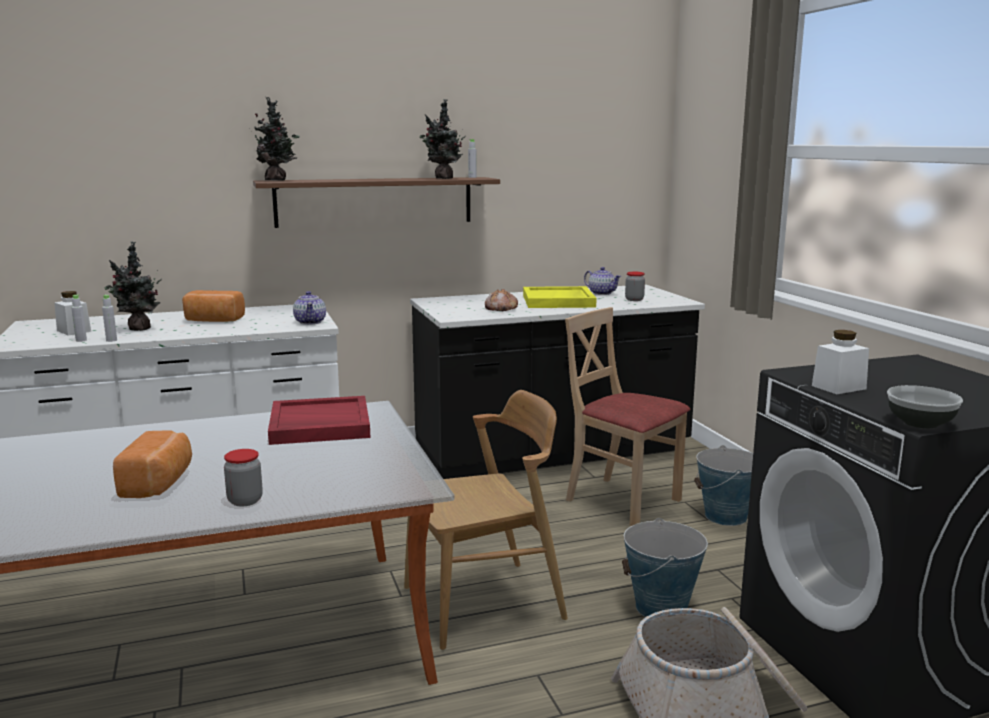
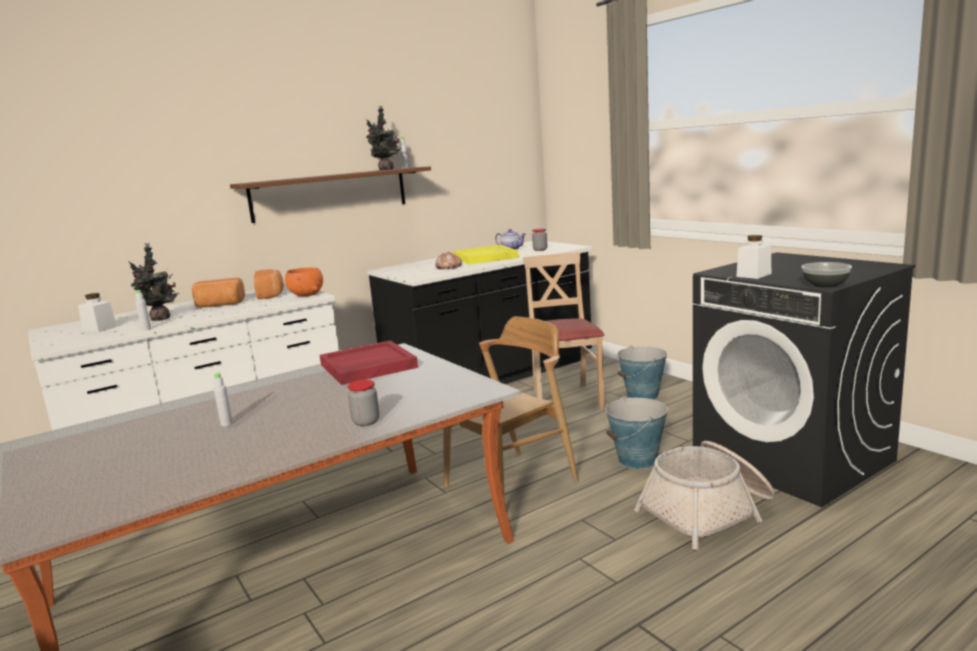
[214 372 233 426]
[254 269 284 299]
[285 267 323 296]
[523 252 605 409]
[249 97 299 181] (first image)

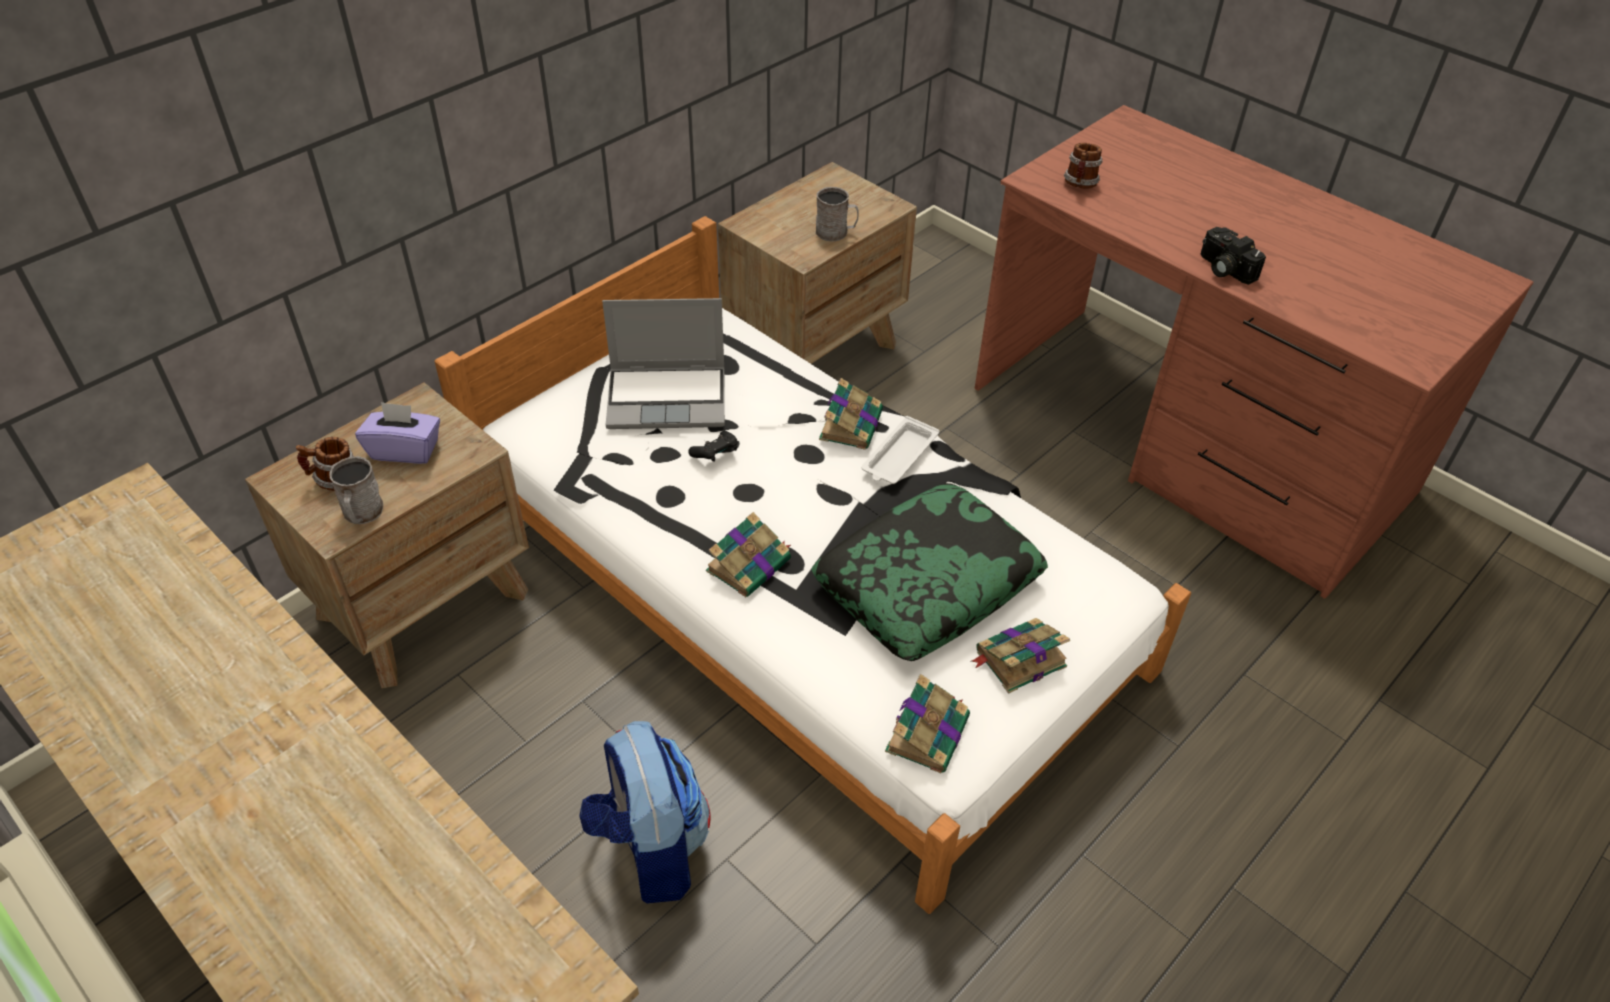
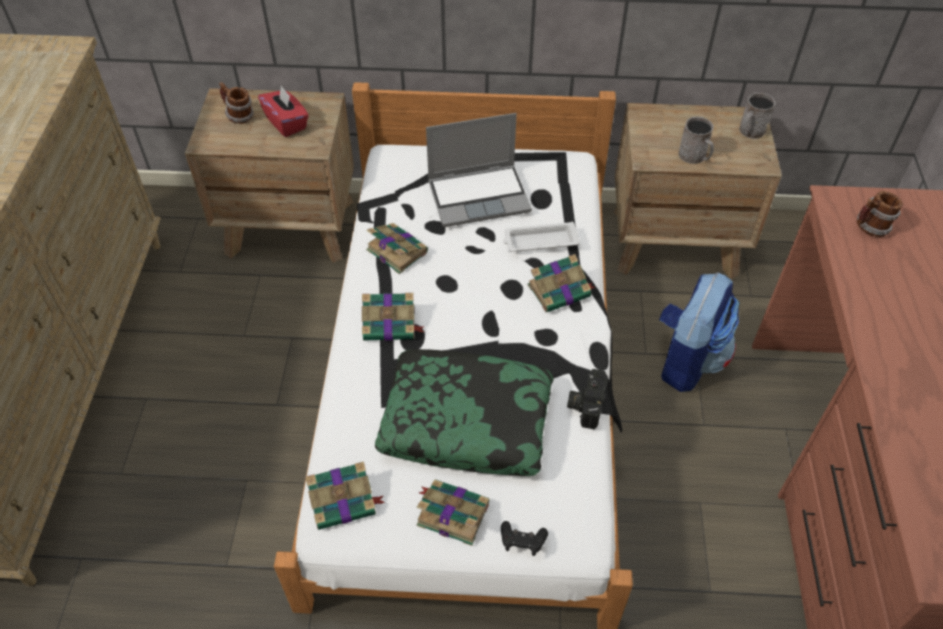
[258 85 309 137]
[366 223 428 274]
[426 113 532 227]
[501 521 548 556]
[503 222 580 252]
[567 369 608 430]
[659 272 739 392]
[739 93 776 139]

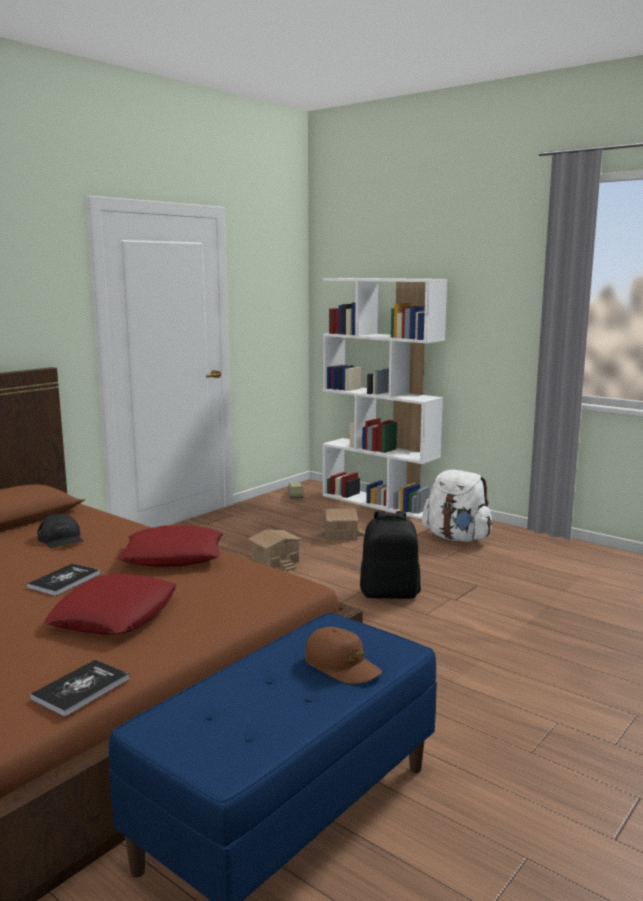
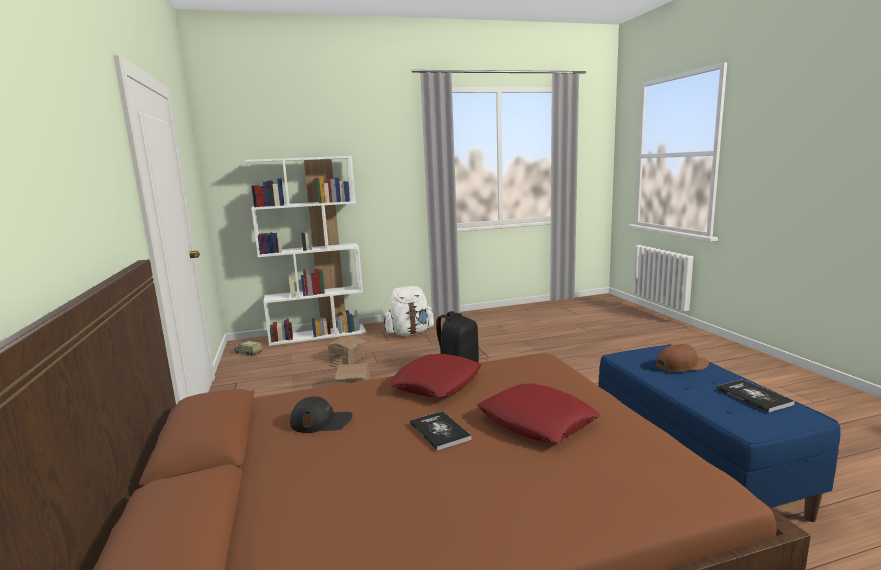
[717 379 795 413]

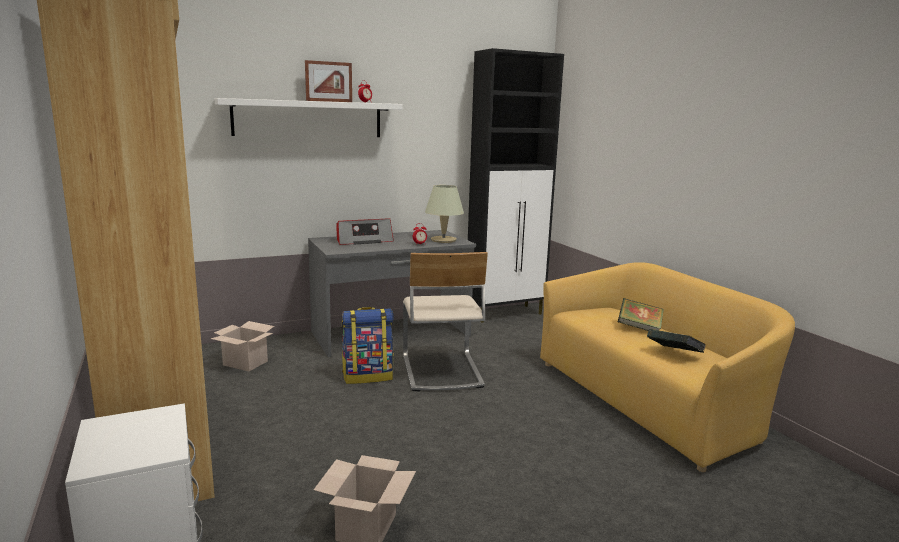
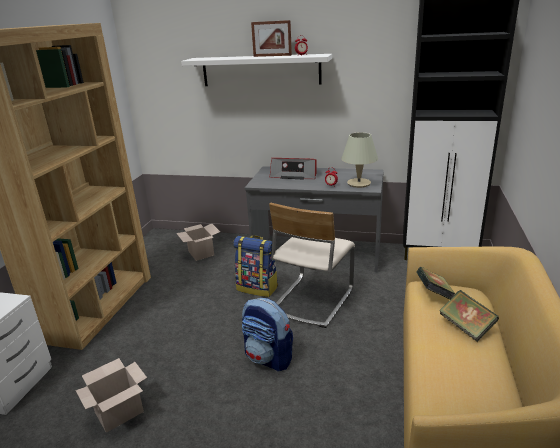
[242 298 293 371]
[416 267 455 299]

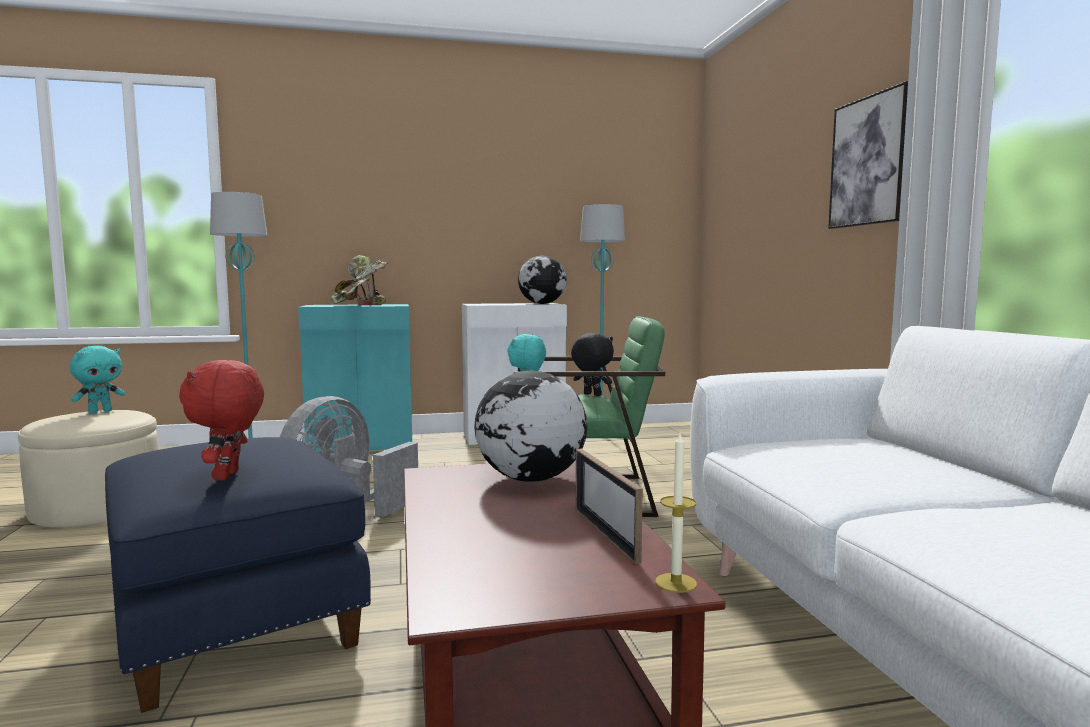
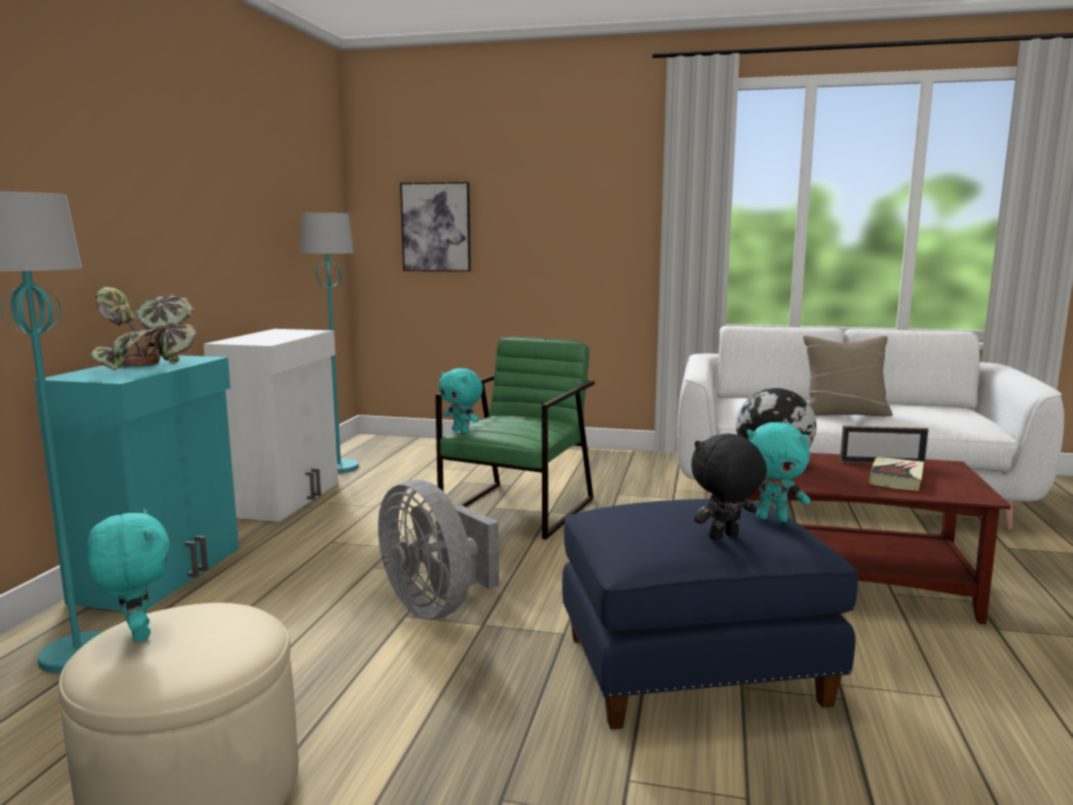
[400 182 471 272]
[691 433 767 541]
[746 422 810 522]
[803 336 893 416]
[869 457 924 491]
[518 256 567 304] (first image)
[655 433 697 593] (first image)

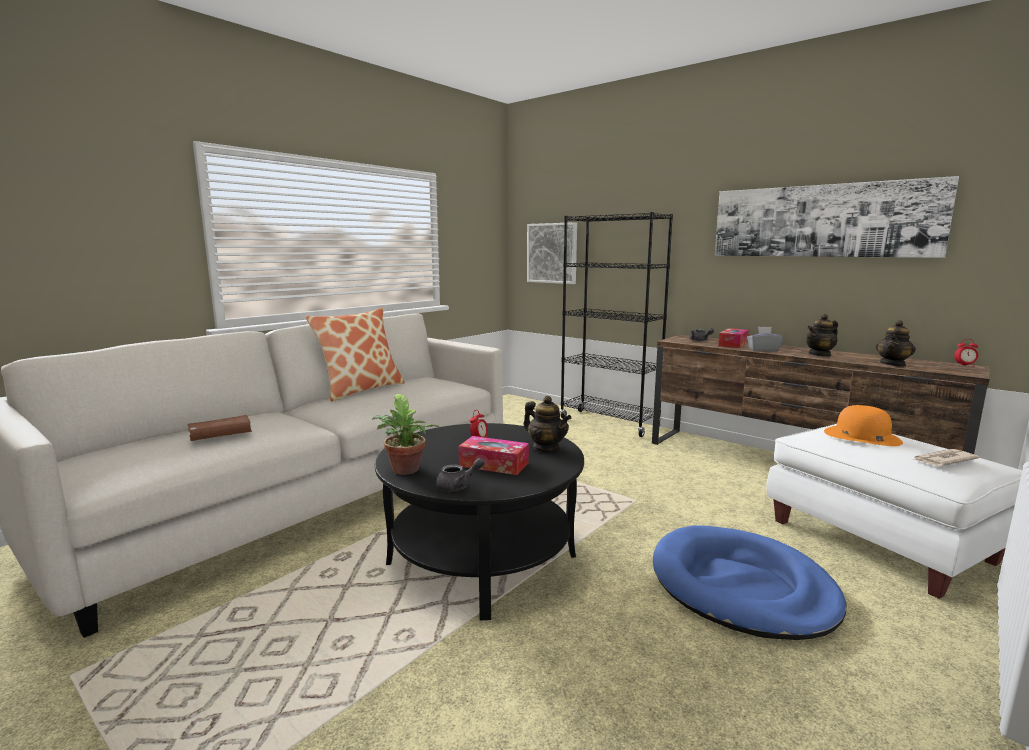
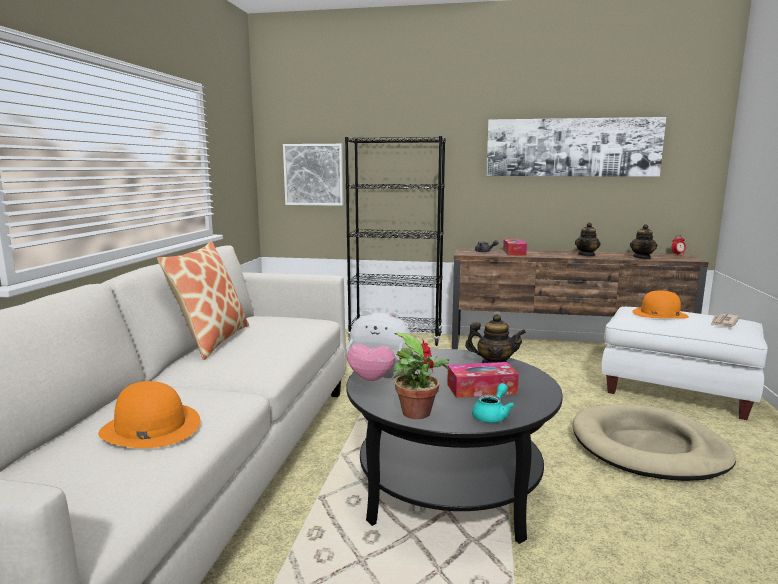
[98 381 200 448]
[346 310 412 381]
[472 383 515 423]
[573 404 736 481]
[747 327 784 352] (first image)

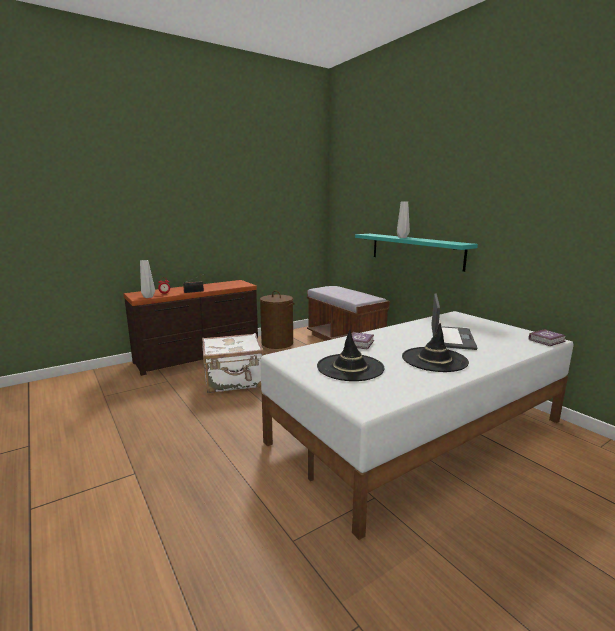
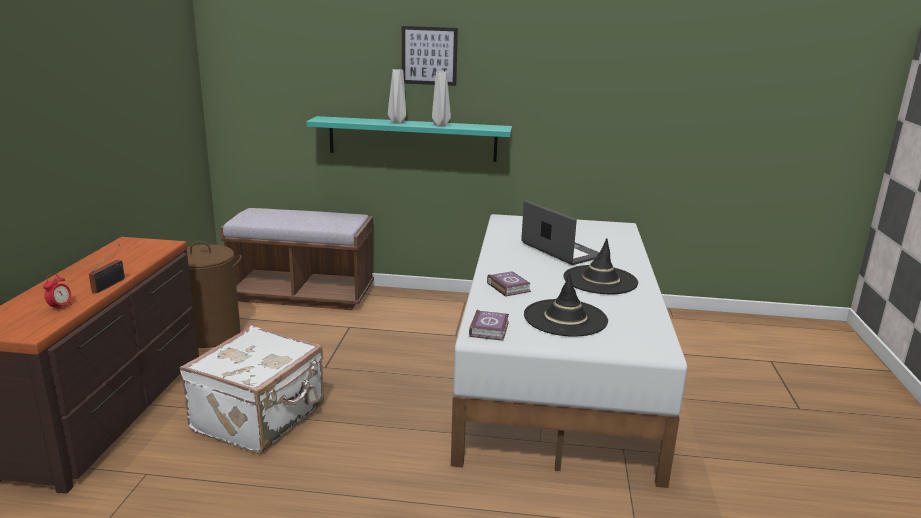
[402 26 458 86]
[432 71 451 127]
[469 310 509 341]

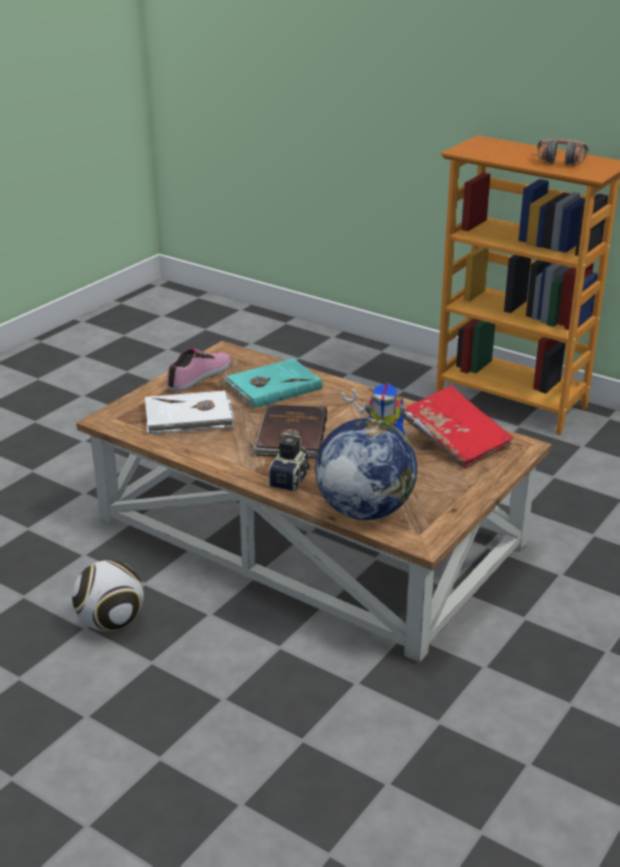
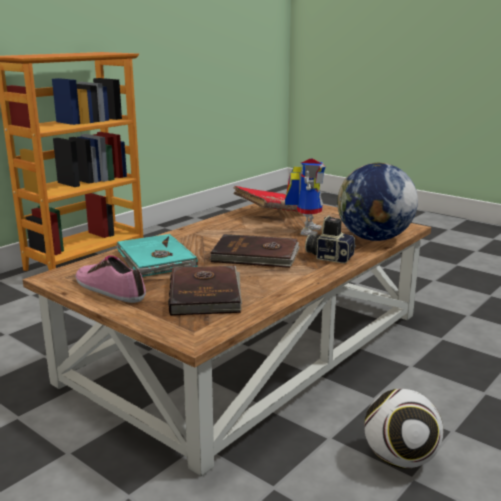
[168 266 242 316]
[537 139 589 166] (first image)

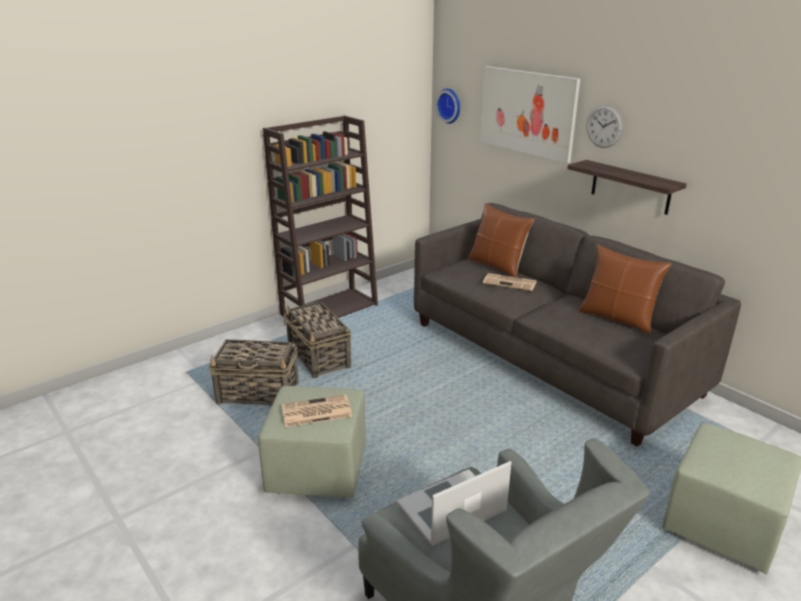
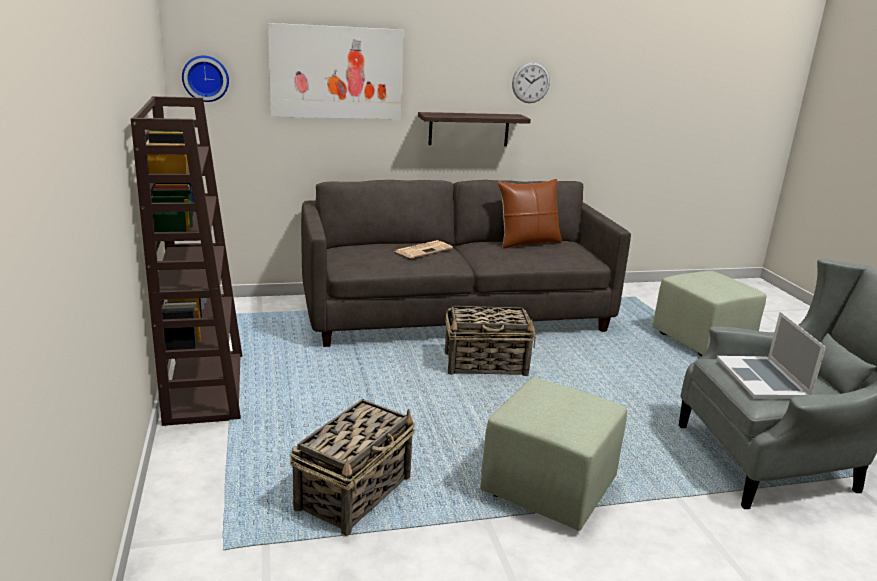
[445 306 536 376]
[512 62 550 103]
[282 394 352 427] (first image)
[468 203 534 277] (first image)

